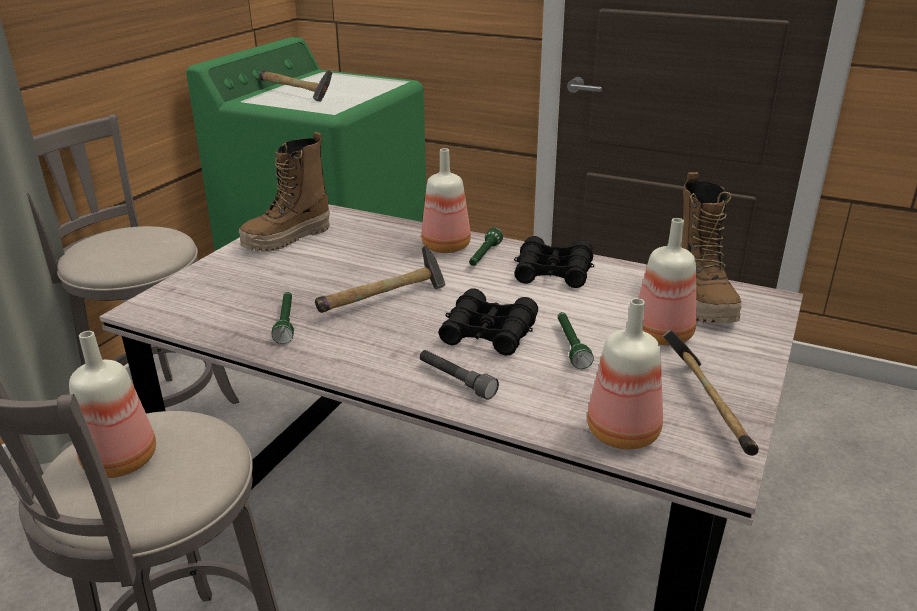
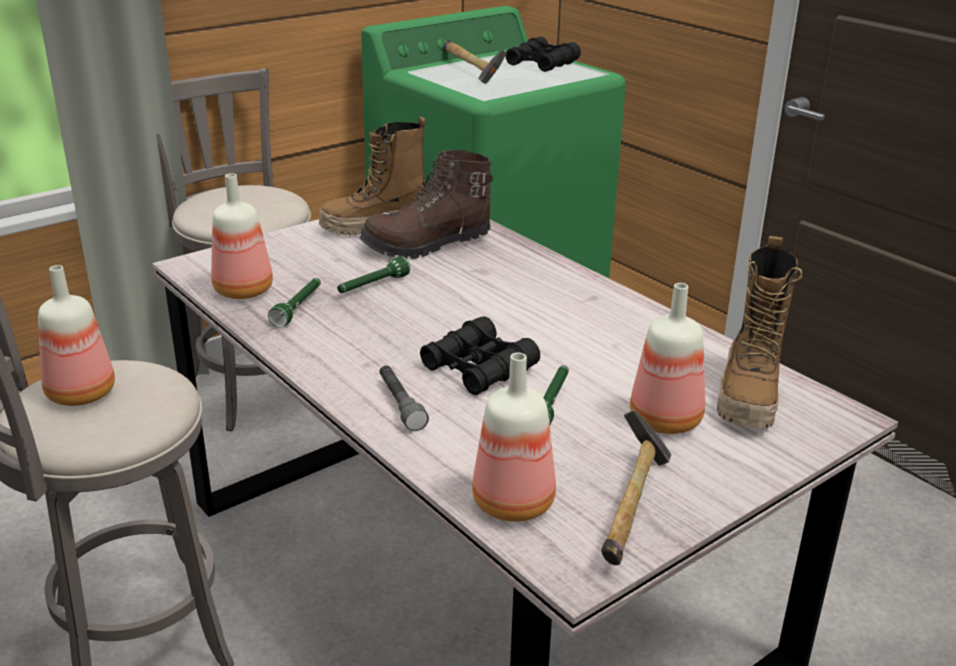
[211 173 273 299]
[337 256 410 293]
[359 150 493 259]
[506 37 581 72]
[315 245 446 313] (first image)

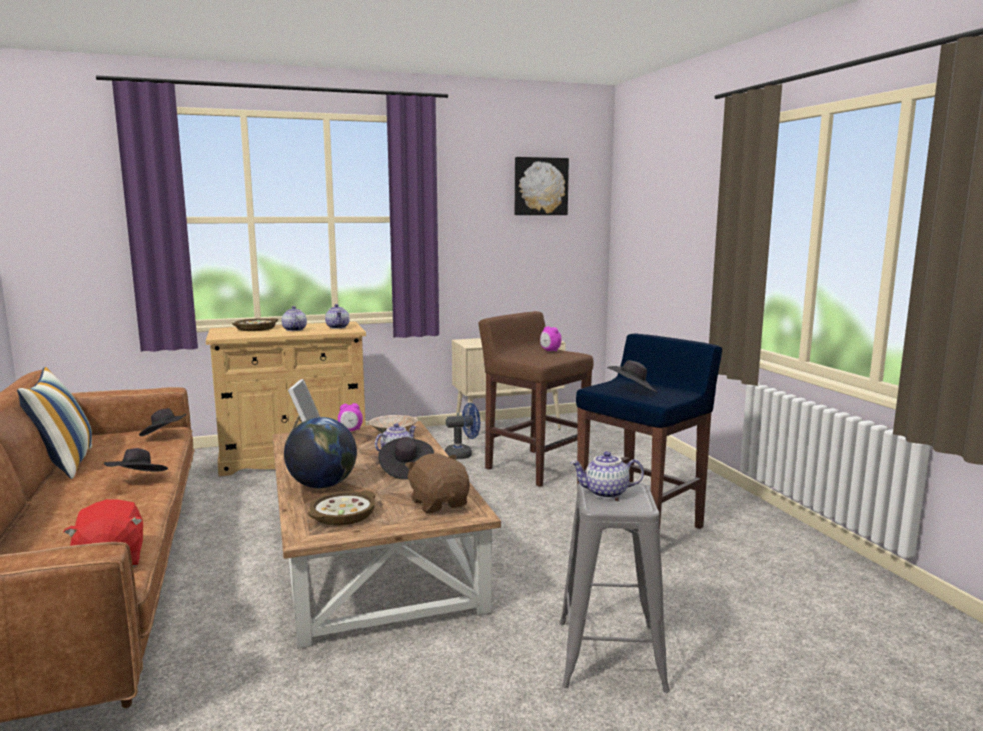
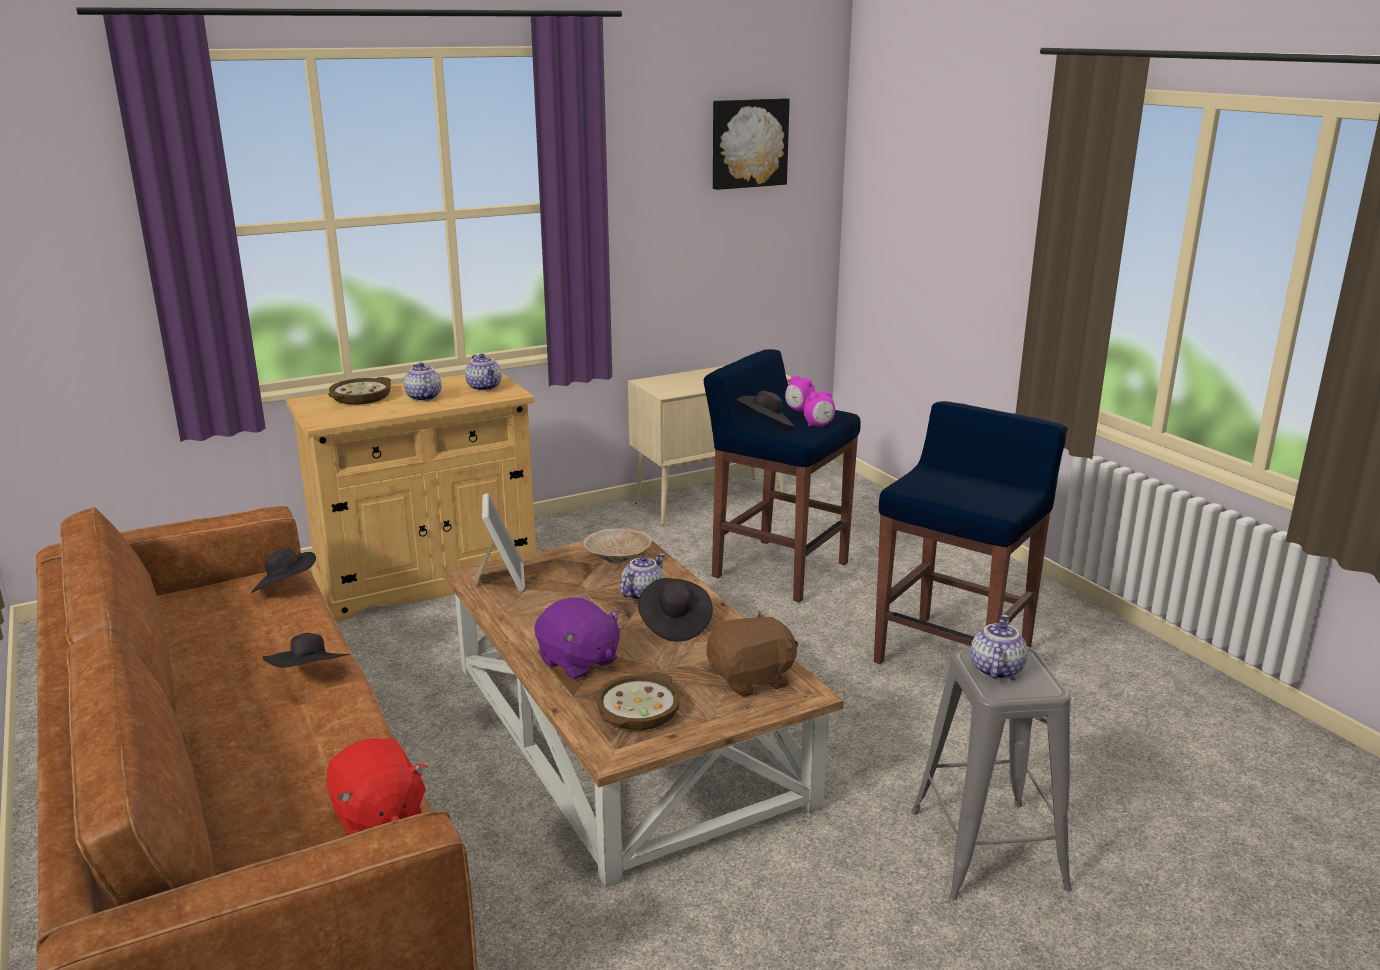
[534 598 621 680]
[704 349 861 602]
[706 611 798 697]
[737 390 795 427]
[804 390 835 427]
[971 614 1027 679]
[17 367 92 479] (first image)
[445 403 480 459] (first image)

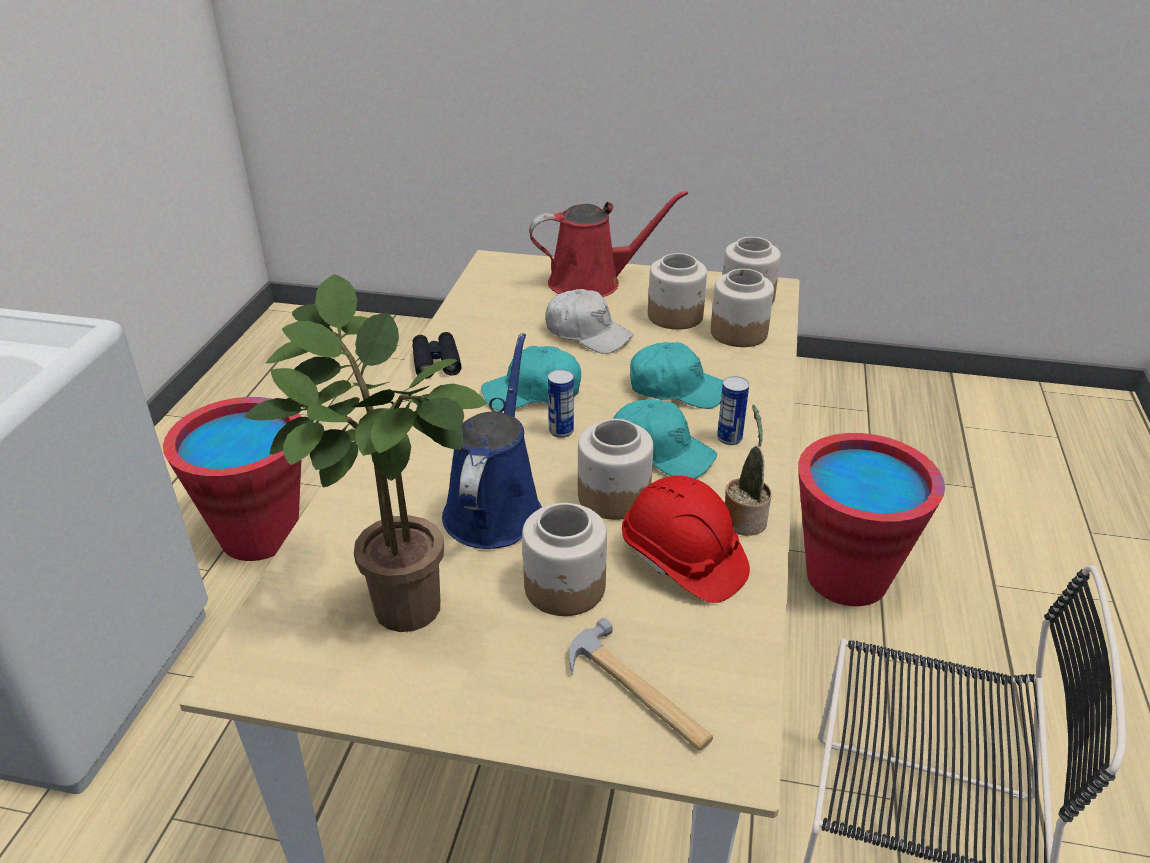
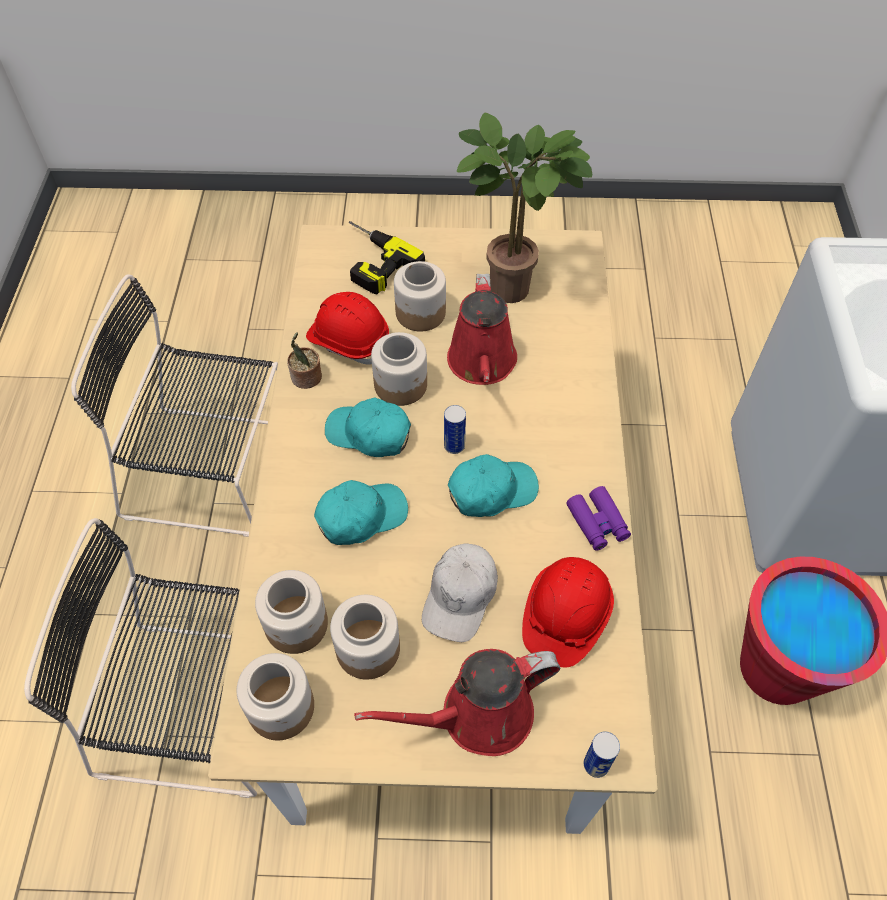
[24 518 257 798]
[314 480 408 545]
[349 221 425 294]
[422 543 498 642]
[447 274 517 385]
[522 557 614 667]
[566 486 631 551]
[584 731 620 778]

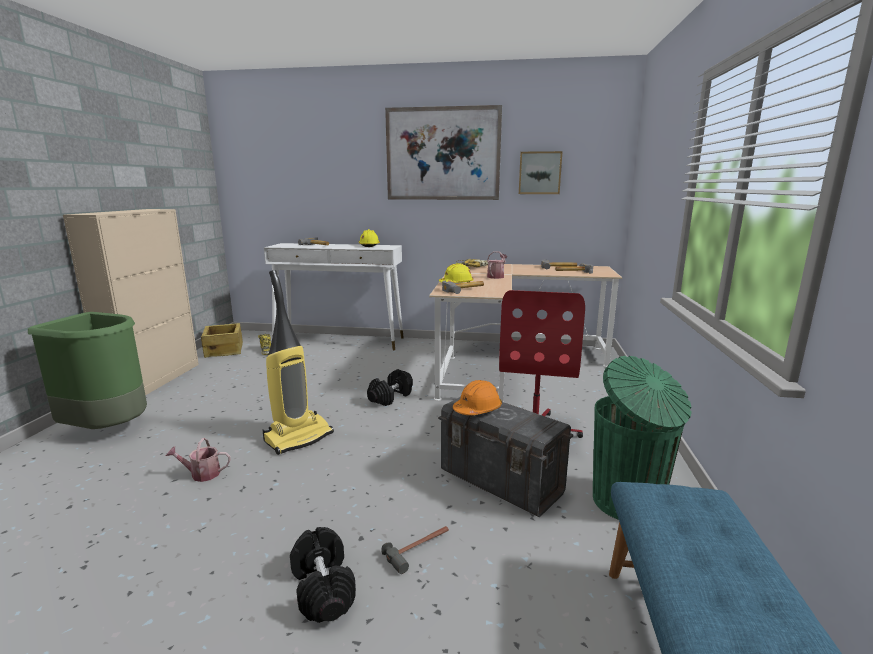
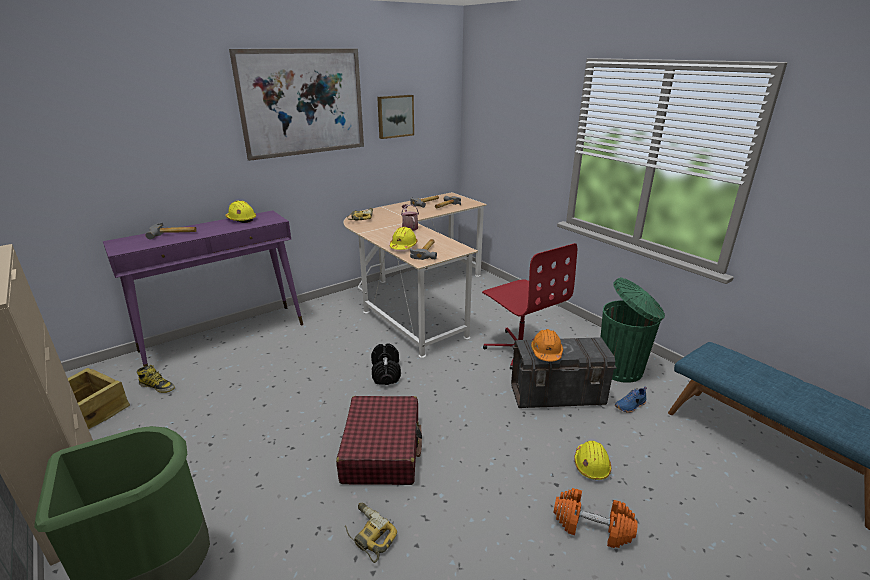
[103 210 303 367]
[336 396 422 485]
[345 503 397 563]
[553 488 638 548]
[574 441 611 480]
[615 386 647 413]

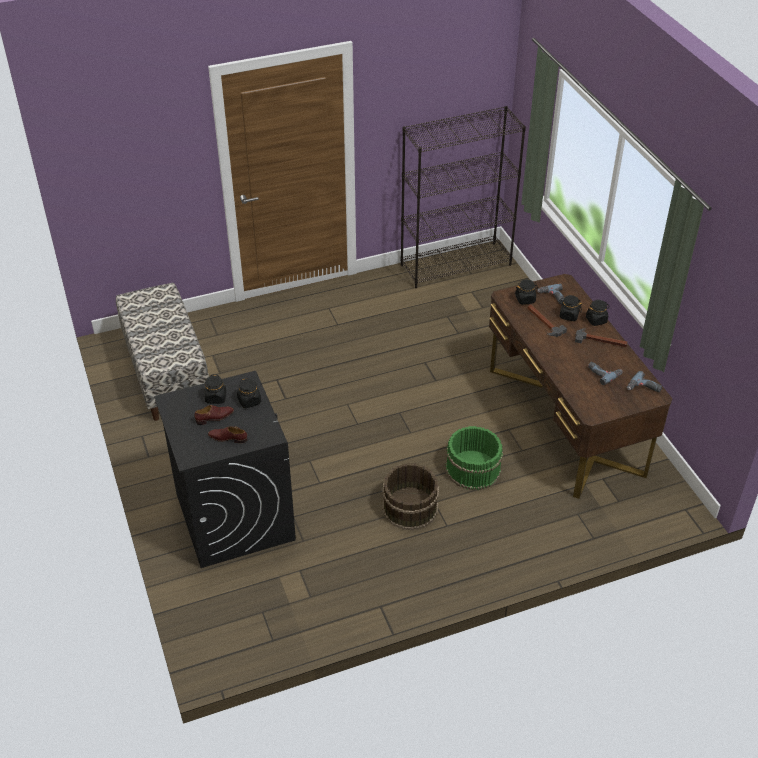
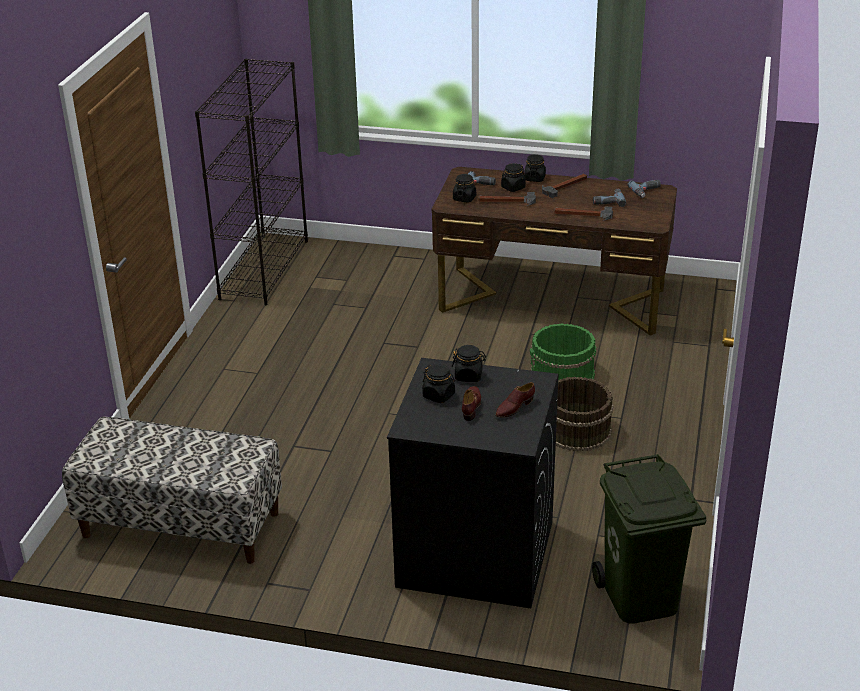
[554 206 613 221]
[592 454 706 624]

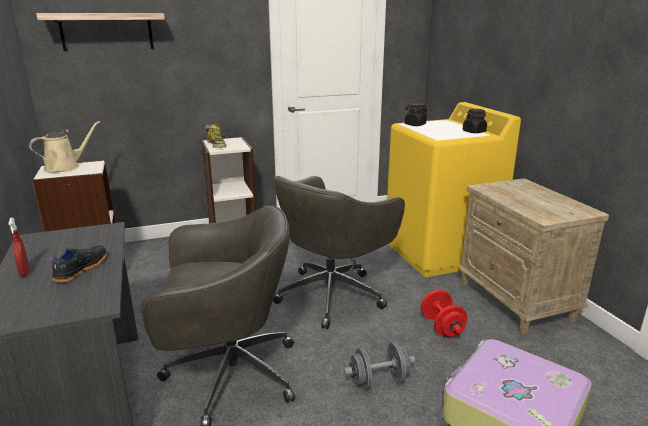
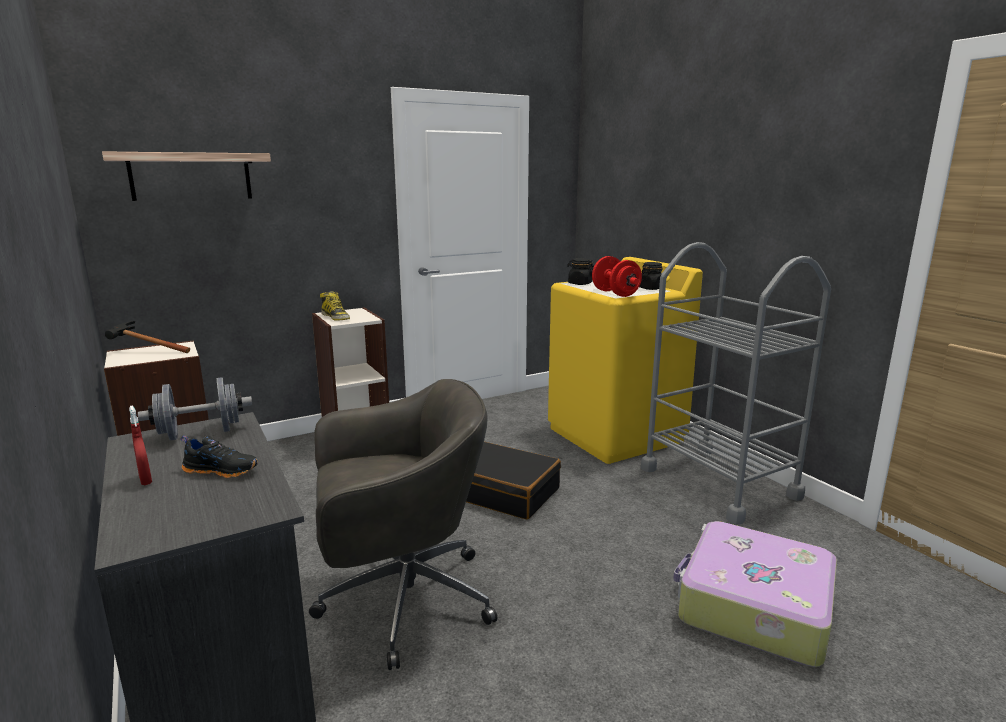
[105 321 190 353]
[138 377 252 440]
[181 436 258 478]
[466 442 561 519]
[592 256 642 297]
[641 242 831 525]

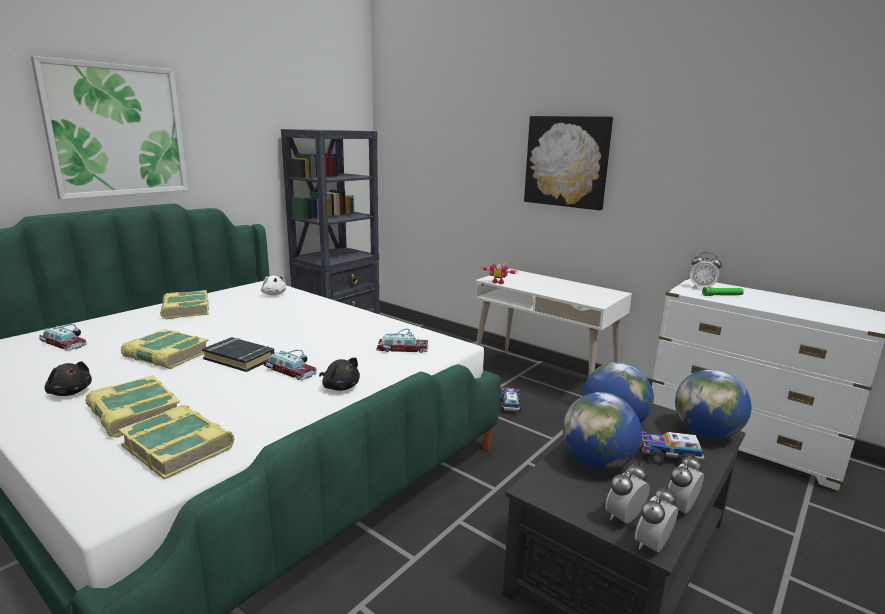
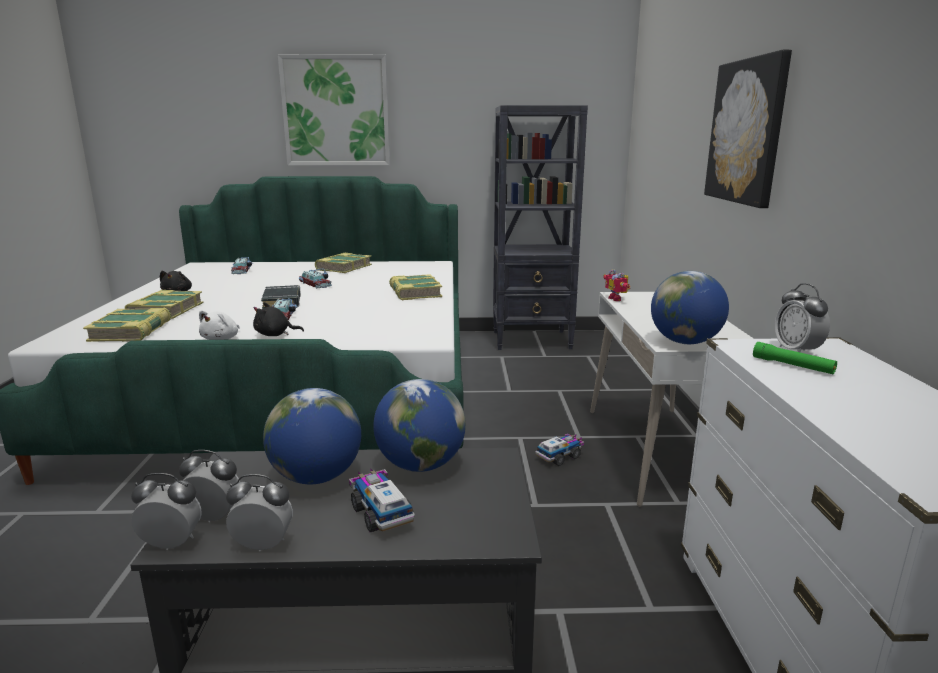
[199 310 240 340]
[253 302 304 336]
[299 269 332 288]
[389 274 442 300]
[651 271 729 344]

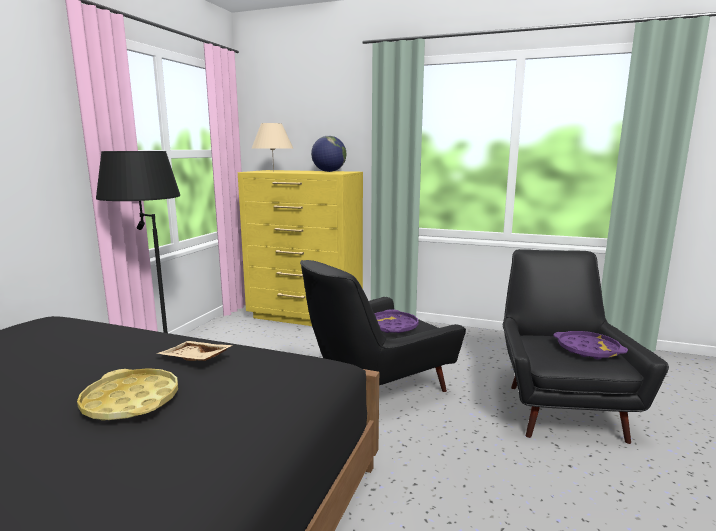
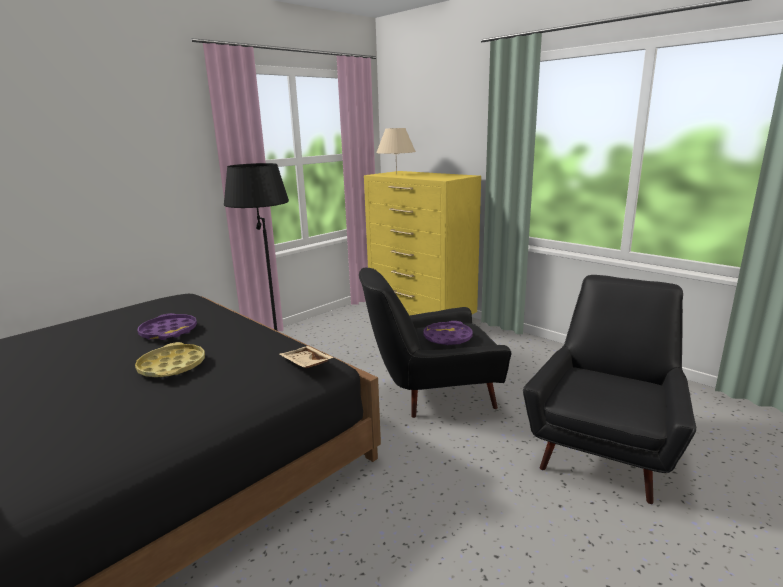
[138 313 197 340]
[280 346 334 368]
[311 136 346 172] (first image)

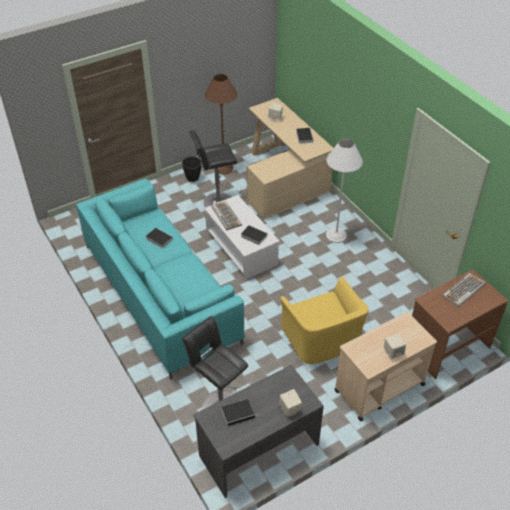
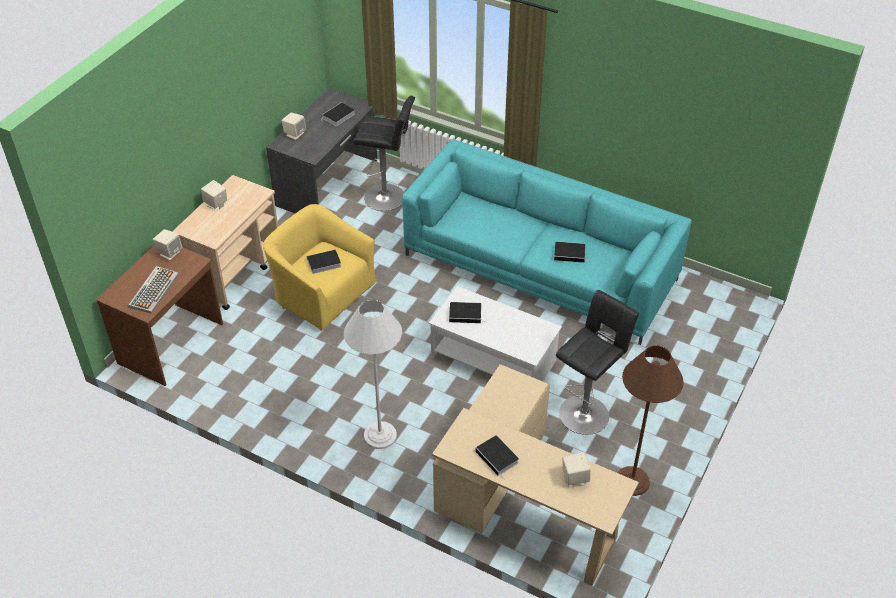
[153 229 182 260]
[304 249 341 274]
[182 156 202 182] (first image)
[211 201 242 231] (first image)

